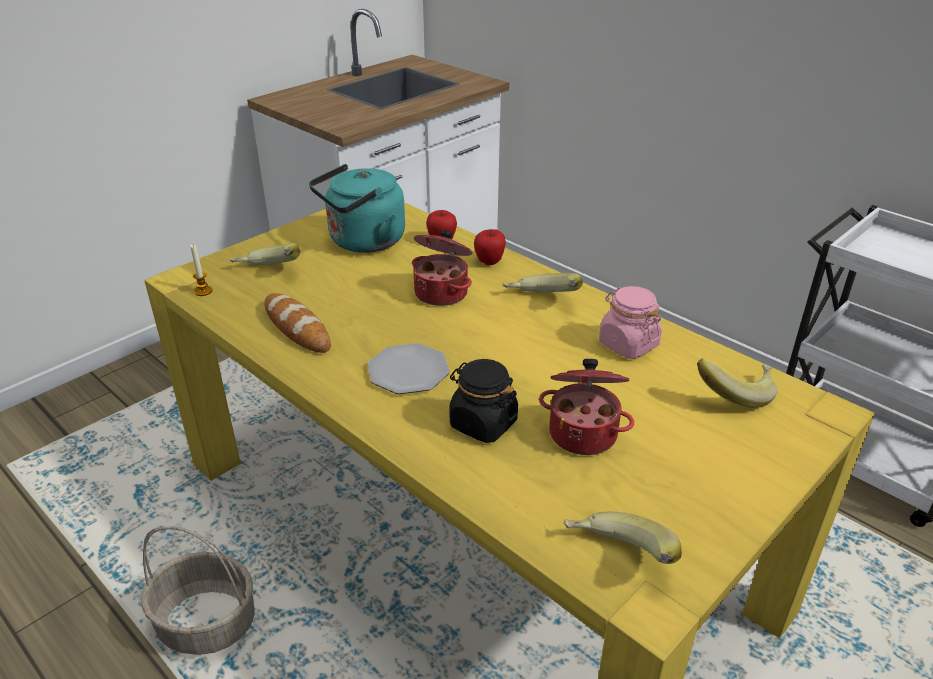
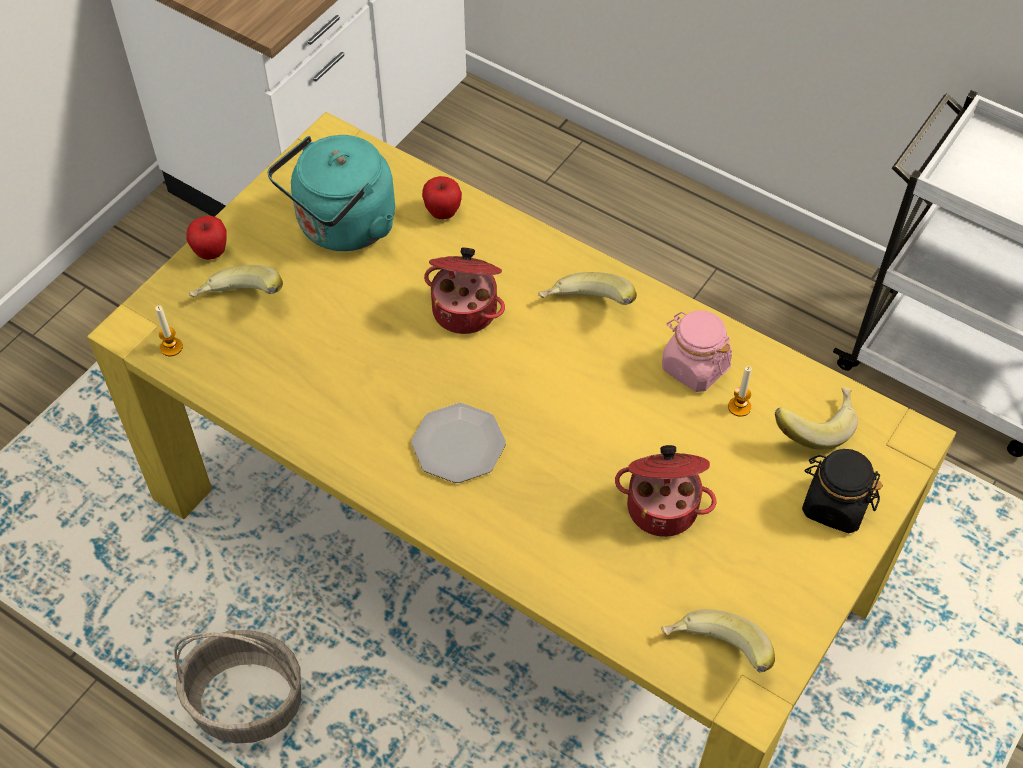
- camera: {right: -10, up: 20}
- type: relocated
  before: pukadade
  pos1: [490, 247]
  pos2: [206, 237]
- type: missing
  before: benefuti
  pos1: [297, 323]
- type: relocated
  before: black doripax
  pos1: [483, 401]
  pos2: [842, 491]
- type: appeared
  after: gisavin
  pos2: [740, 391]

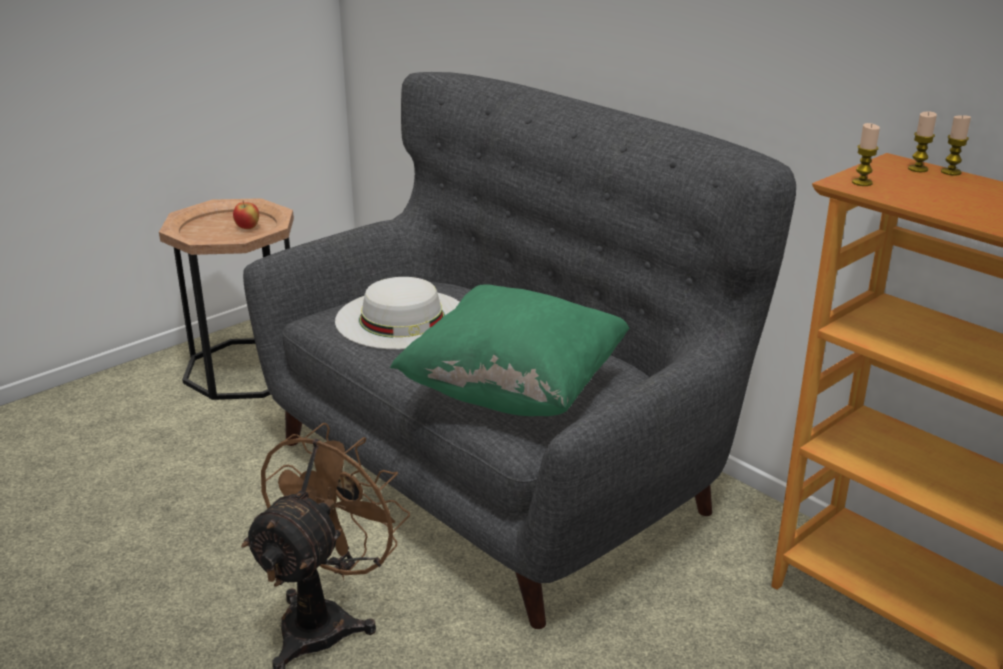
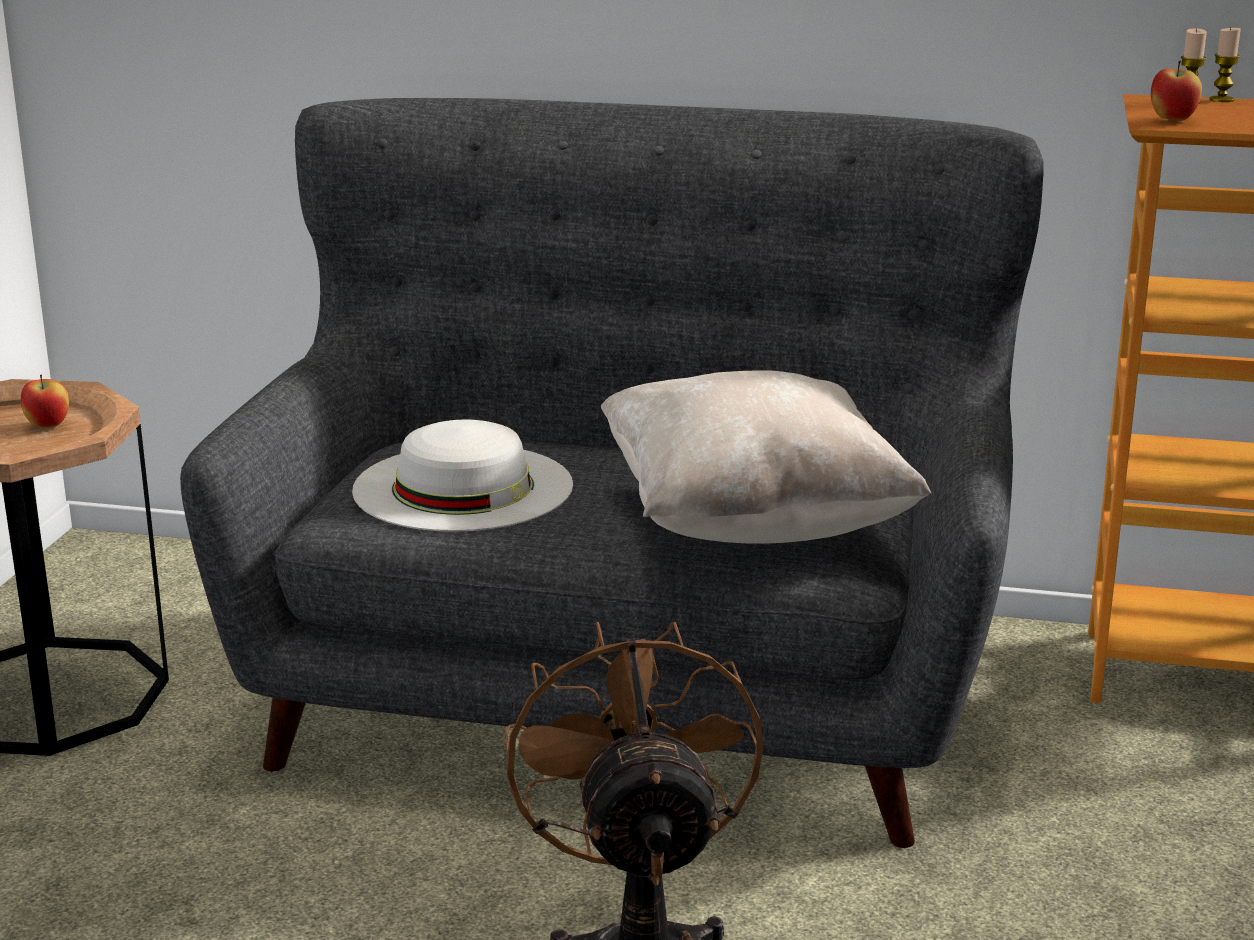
- camera: {right: -35, up: -5}
- type: exchanged
  before: gisavin
  after: pukadade
  pos1: [866, 154]
  pos2: [1176, 91]
- type: colour
  before: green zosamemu
  after: beige zosamemu
  pos1: [509, 350]
  pos2: [766, 457]

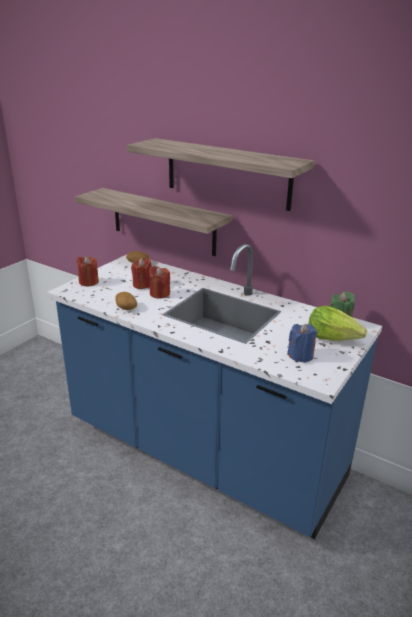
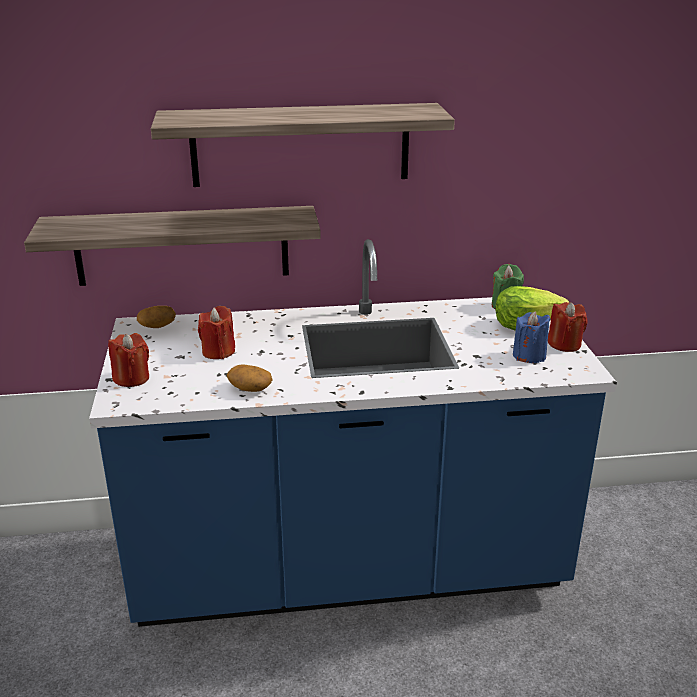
- camera: {right: -40, up: 0}
- type: relocated
  before: red gisavin
  pos1: [159, 282]
  pos2: [567, 327]

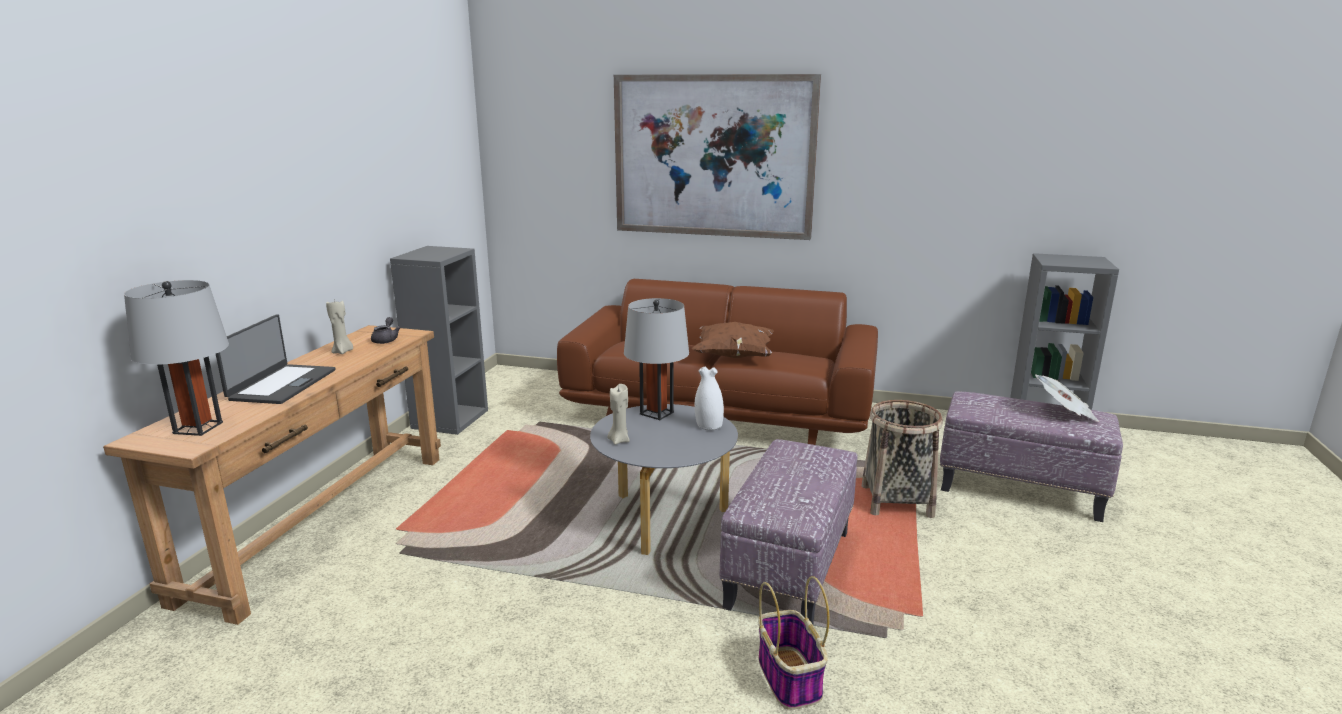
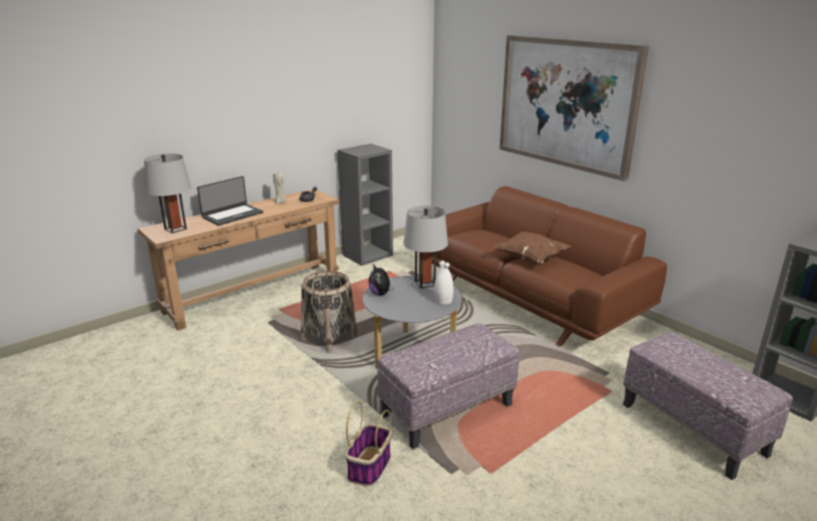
- camera: {right: 35, up: 5}
- type: missing
  before: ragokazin
  pos1: [1067, 398]
- type: exchanged
  before: beige gisavin
  after: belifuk
  pos1: [618, 414]
  pos2: [381, 280]
- type: relocated
  before: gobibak
  pos1: [902, 459]
  pos2: [329, 312]

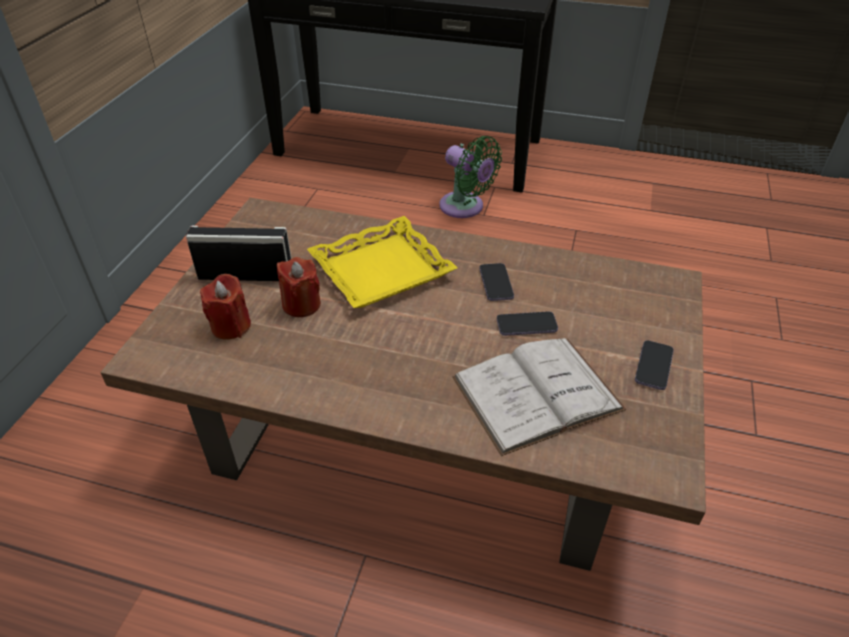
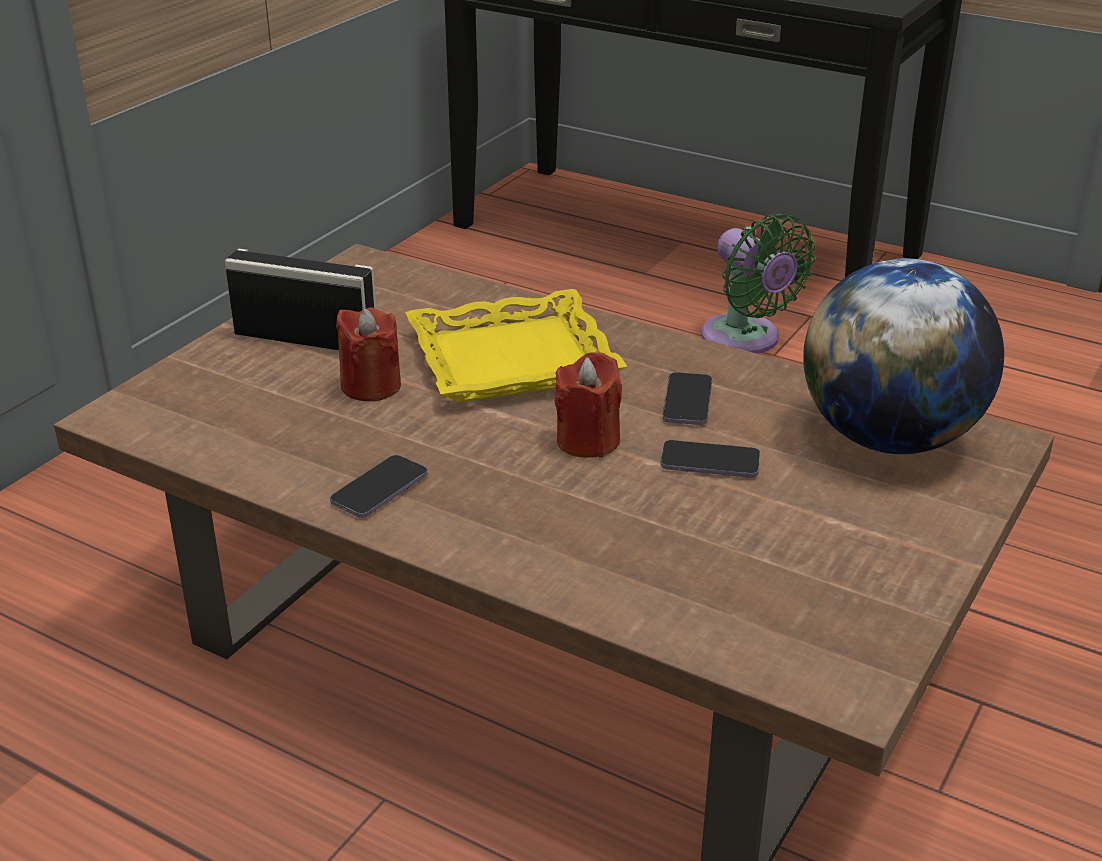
- camera: {right: 15, up: -10}
- type: relocated
  before: red gisavin
  pos1: [225, 307]
  pos2: [588, 405]
- type: missing
  before: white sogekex
  pos1: [539, 397]
- type: relocated
  before: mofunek
  pos1: [654, 365]
  pos2: [378, 486]
- type: appeared
  after: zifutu
  pos2: [903, 356]

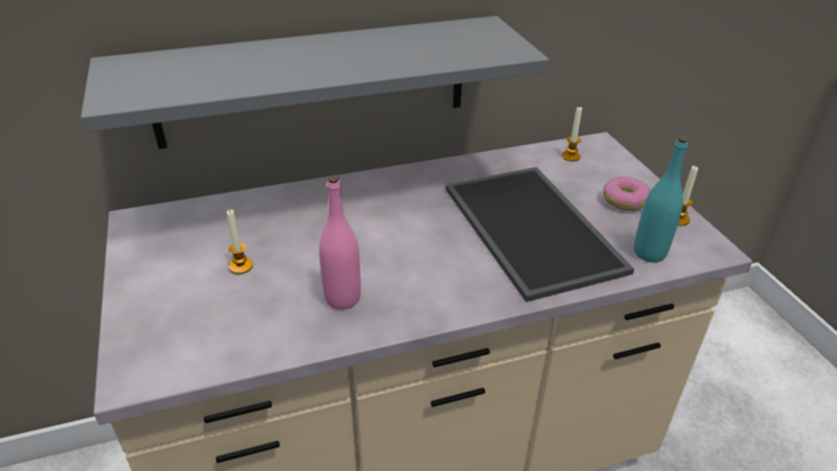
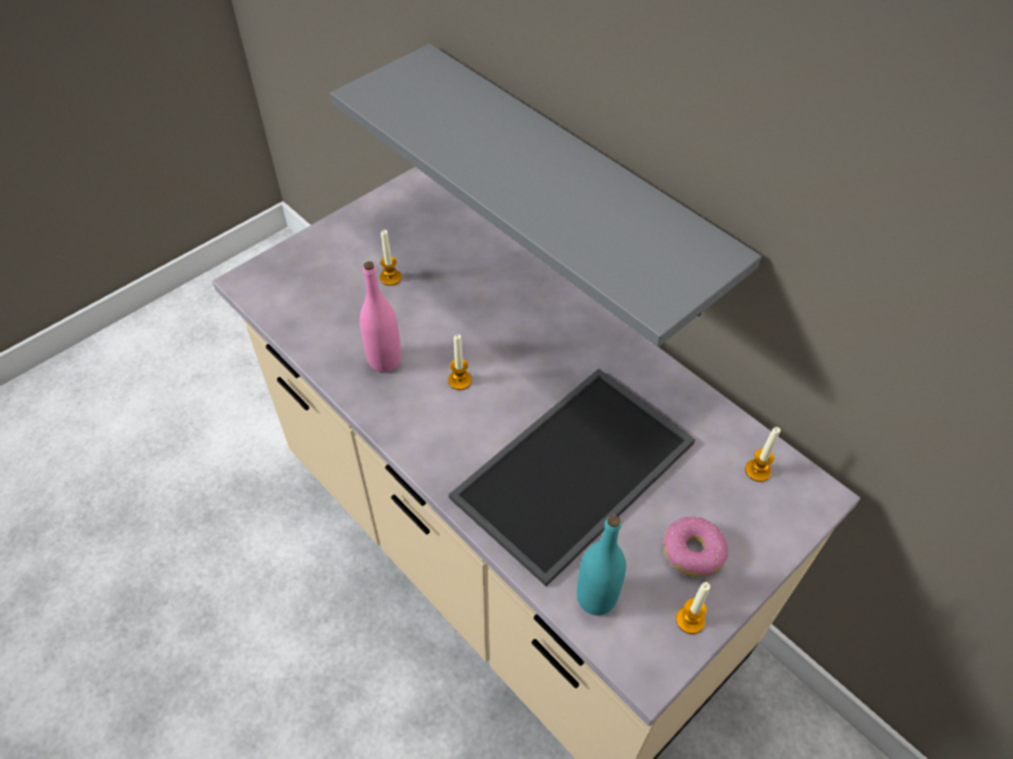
- camera: {right: 65, up: 15}
- type: appeared
  after: gisavin
  pos2: [460, 362]

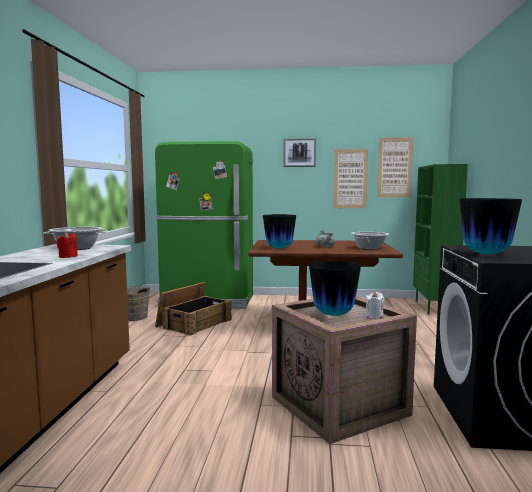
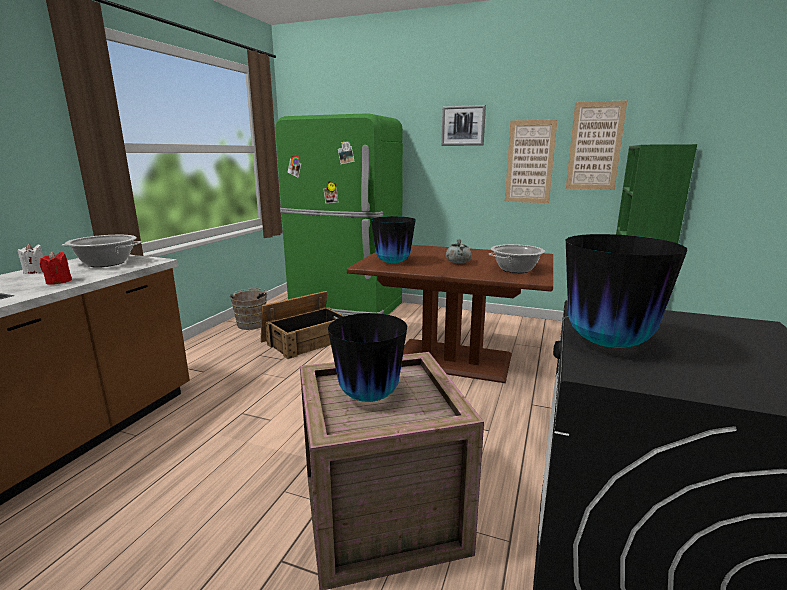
- camera: {right: 15, up: 10}
- type: relocated
  before: white gisavin
  pos1: [375, 305]
  pos2: [31, 258]

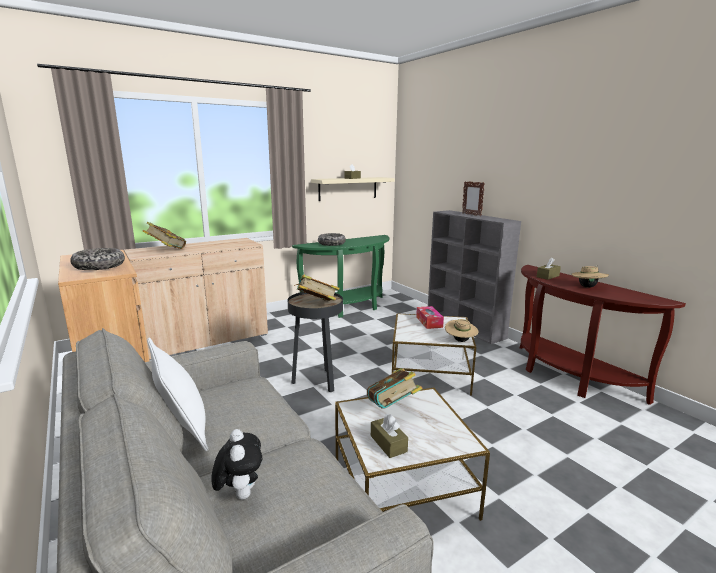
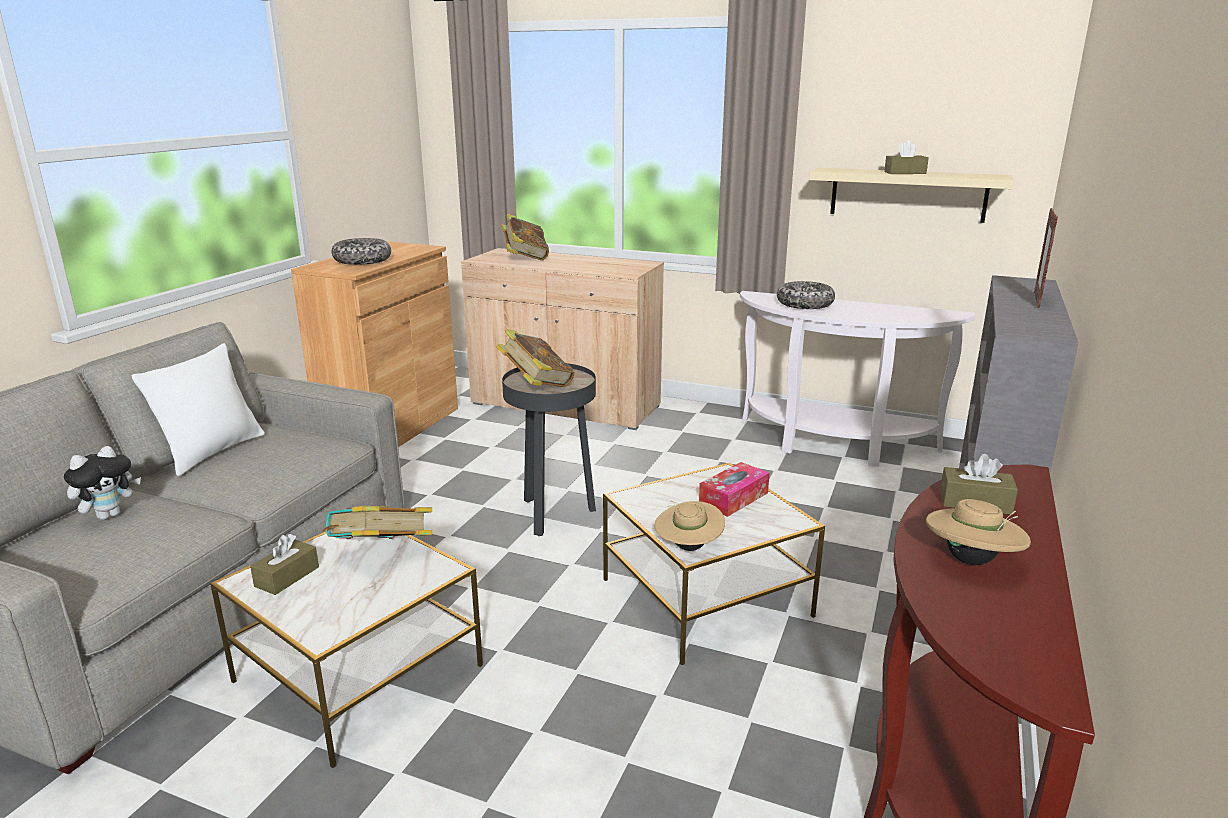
- camera: {right: 55, up: 5}
- type: colour
  before: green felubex
  after: white felubex
  pos1: [340, 276]
  pos2: [857, 379]

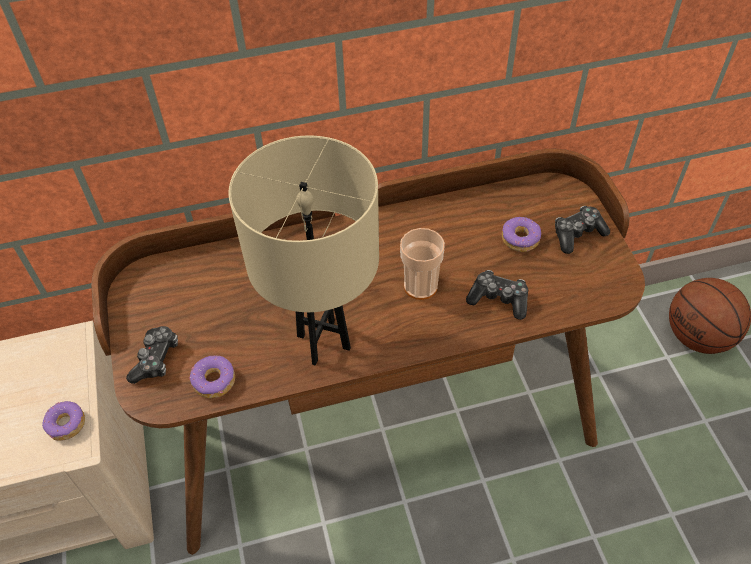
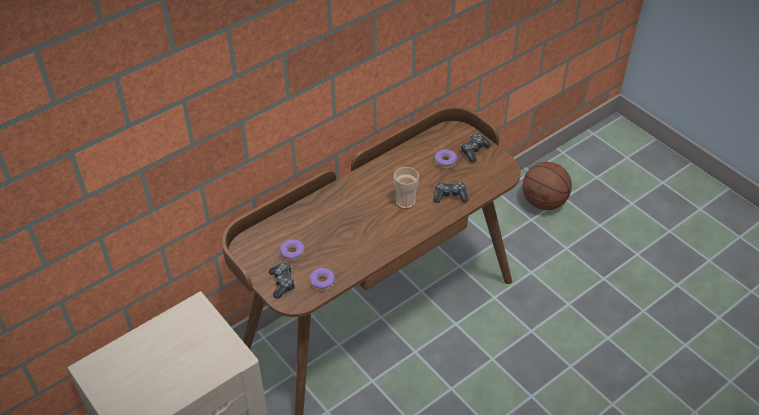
- camera: {right: -25, up: -5}
- type: missing
  before: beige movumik
  pos1: [304, 251]
- type: relocated
  before: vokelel
  pos1: [63, 421]
  pos2: [292, 250]

